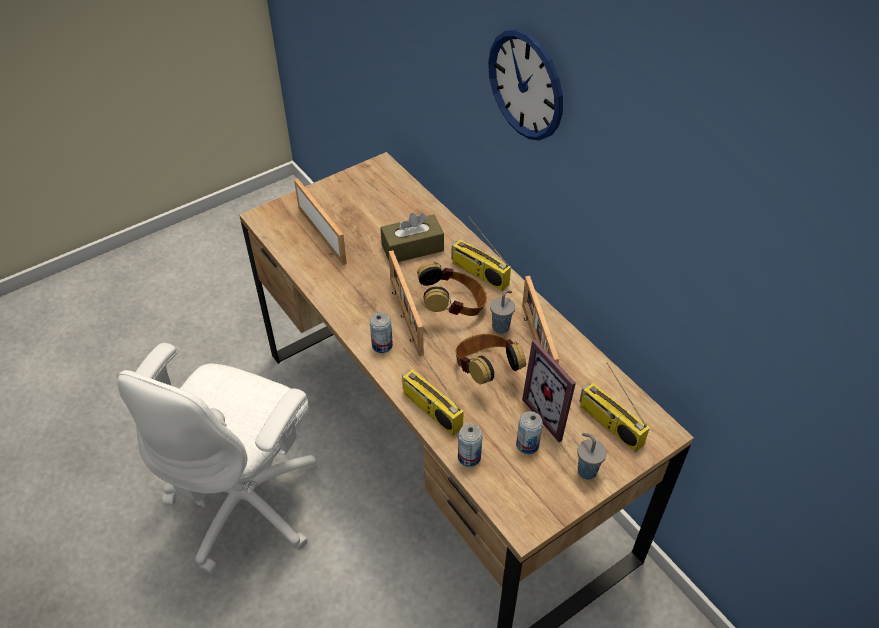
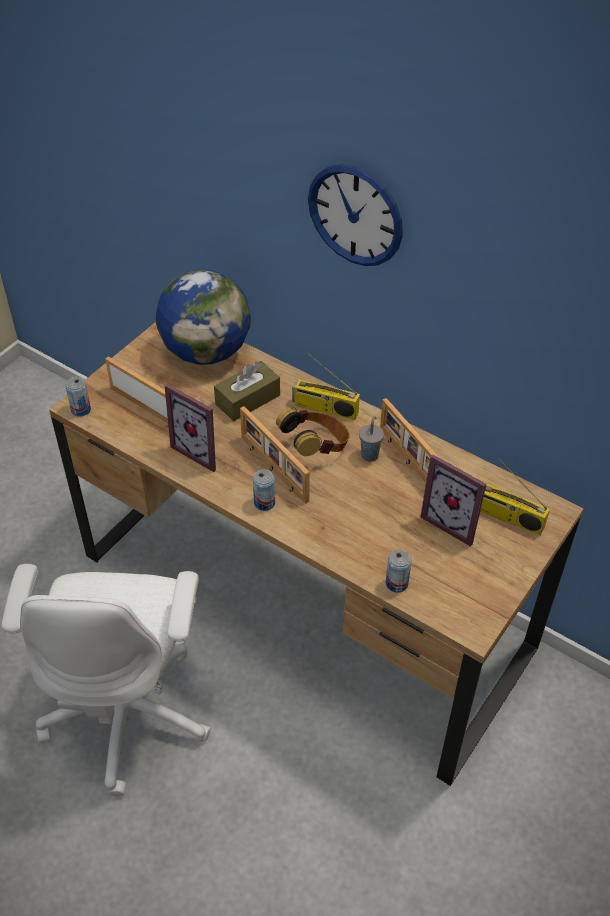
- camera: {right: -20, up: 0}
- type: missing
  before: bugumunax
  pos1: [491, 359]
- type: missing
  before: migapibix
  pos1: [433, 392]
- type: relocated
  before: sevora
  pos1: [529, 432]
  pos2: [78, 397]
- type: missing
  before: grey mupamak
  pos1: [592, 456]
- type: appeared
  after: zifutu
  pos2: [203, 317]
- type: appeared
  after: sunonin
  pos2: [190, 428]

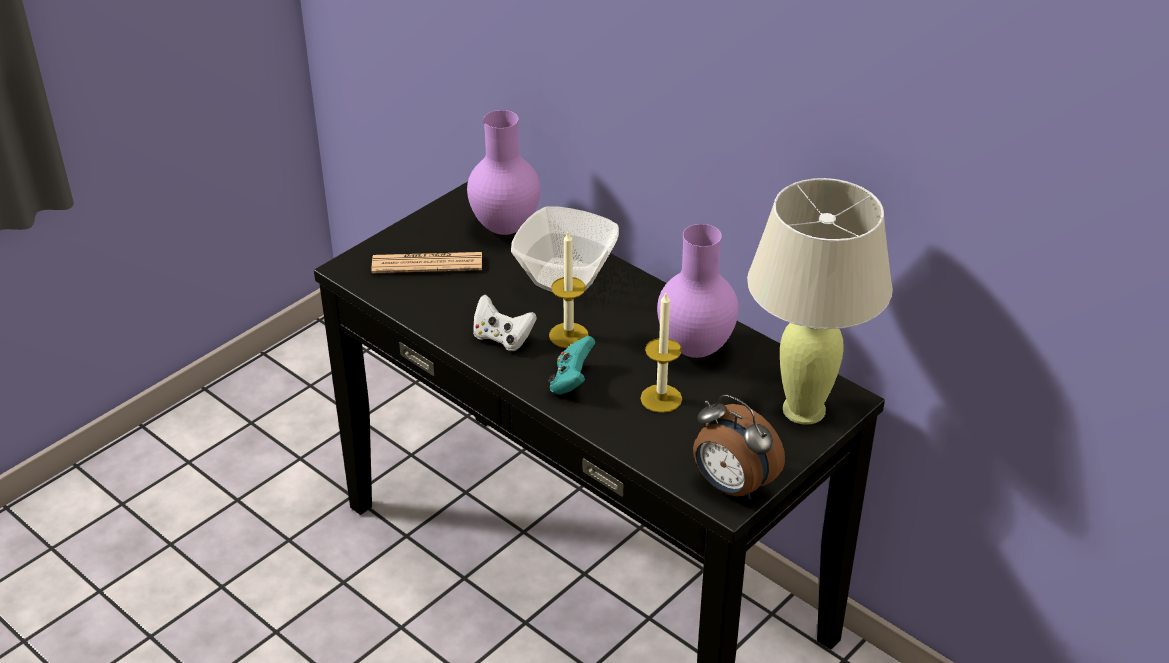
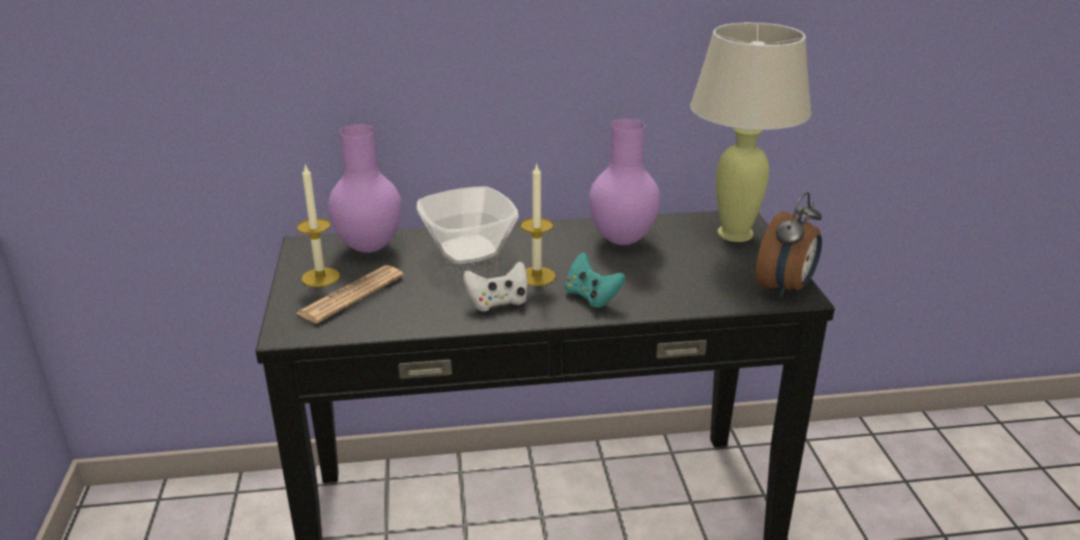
- camera: {right: -50, up: -10}
- type: relocated
  before: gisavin
  pos1: [661, 353]
  pos2: [318, 225]
- type: spun
  before: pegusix
  pos1: [739, 447]
  pos2: [789, 244]
  turn: -45

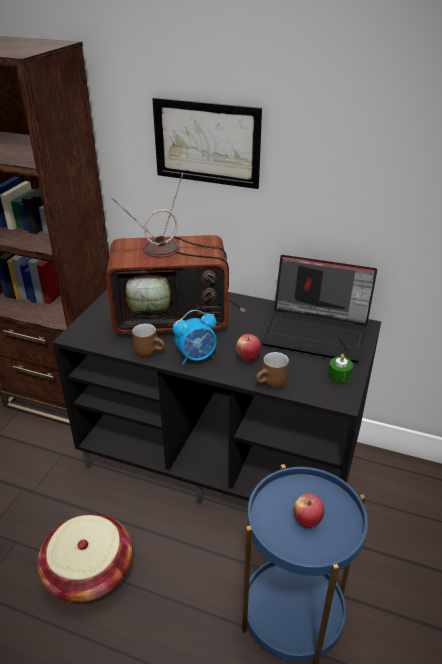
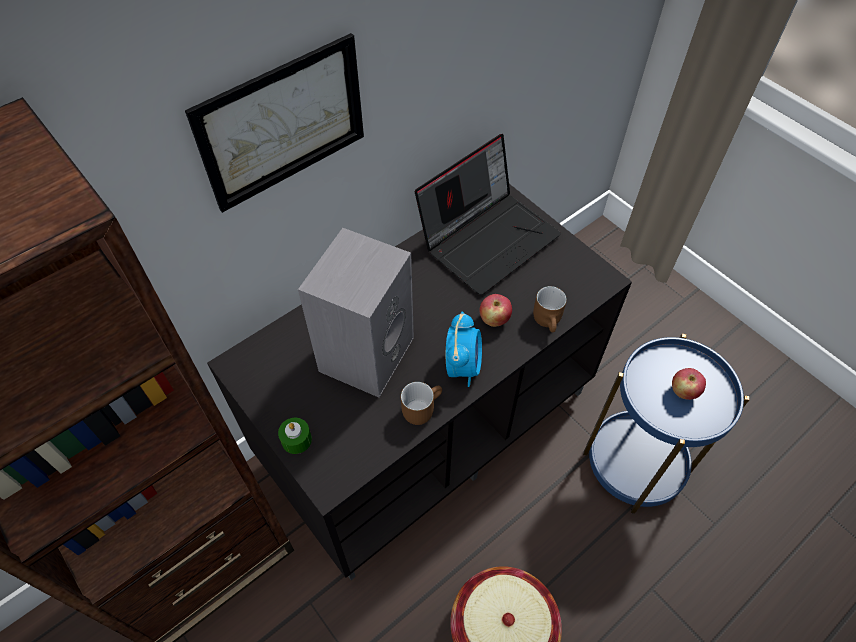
- camera: {right: -60, up: 20}
- type: exchanged
  before: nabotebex
  after: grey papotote
  pos1: [176, 254]
  pos2: [356, 312]
- type: relocated
  before: green gisavin
  pos1: [340, 368]
  pos2: [295, 436]

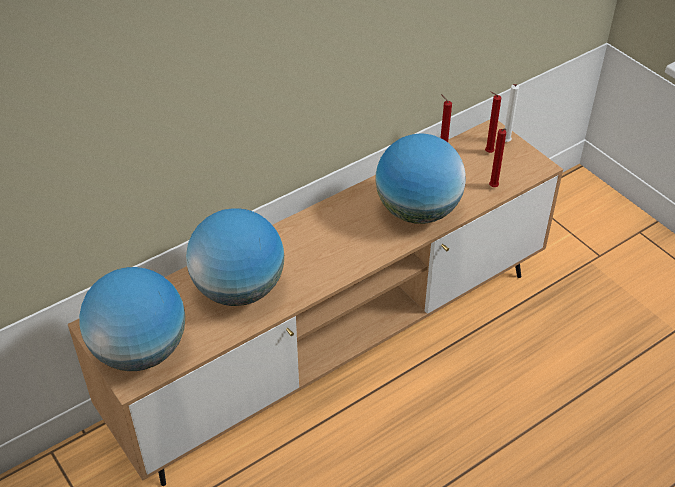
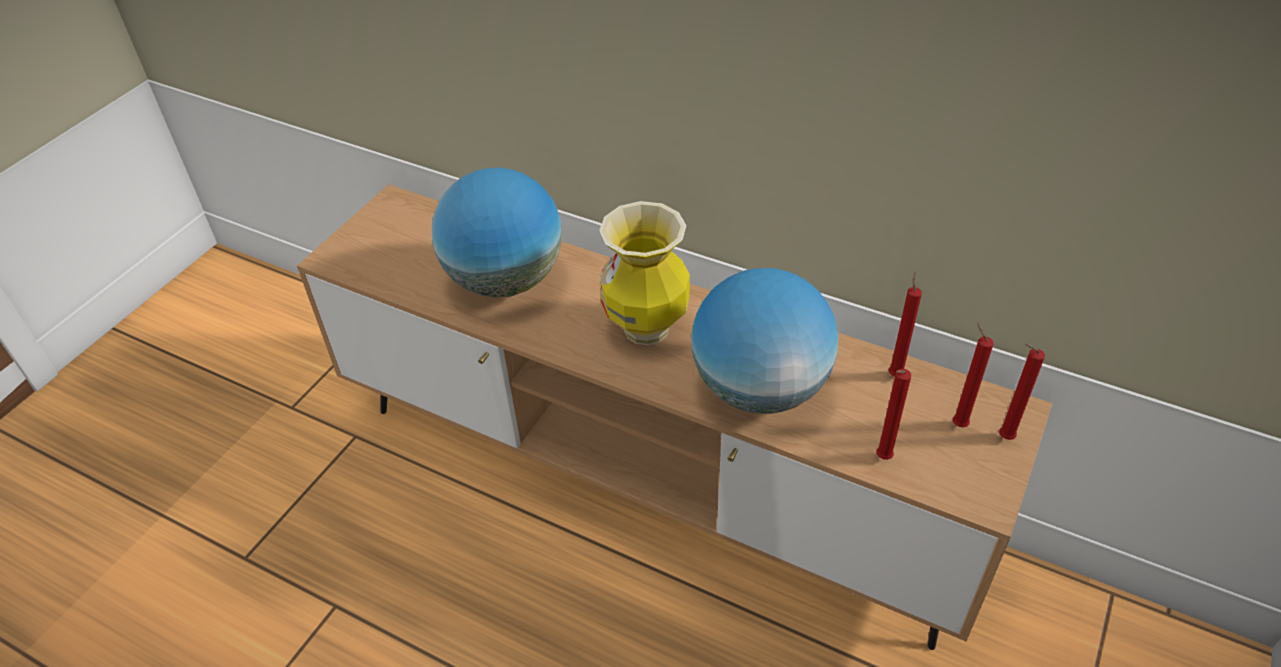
- camera: {right: 65, up: 0}
- type: colour
  before: white gisavin
  after: red gisavin
  pos1: [512, 113]
  pos2: [1022, 392]
- type: missing
  before: zifutu
  pos1: [132, 319]
- type: appeared
  after: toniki
  pos2: [644, 273]

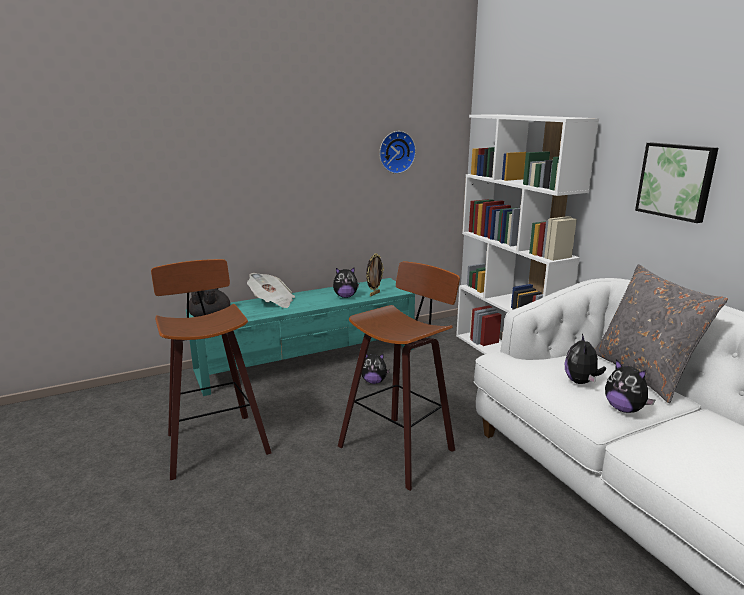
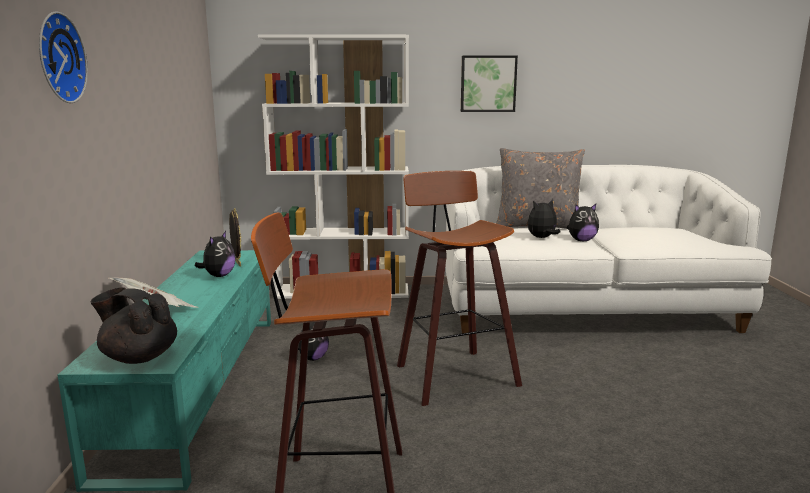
- camera: {right: -65, up: -5}
- type: relocated
  before: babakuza
  pos1: [397, 152]
  pos2: [63, 57]
- type: spun
  before: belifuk
  pos1: [585, 359]
  pos2: [544, 218]
  turn: 120

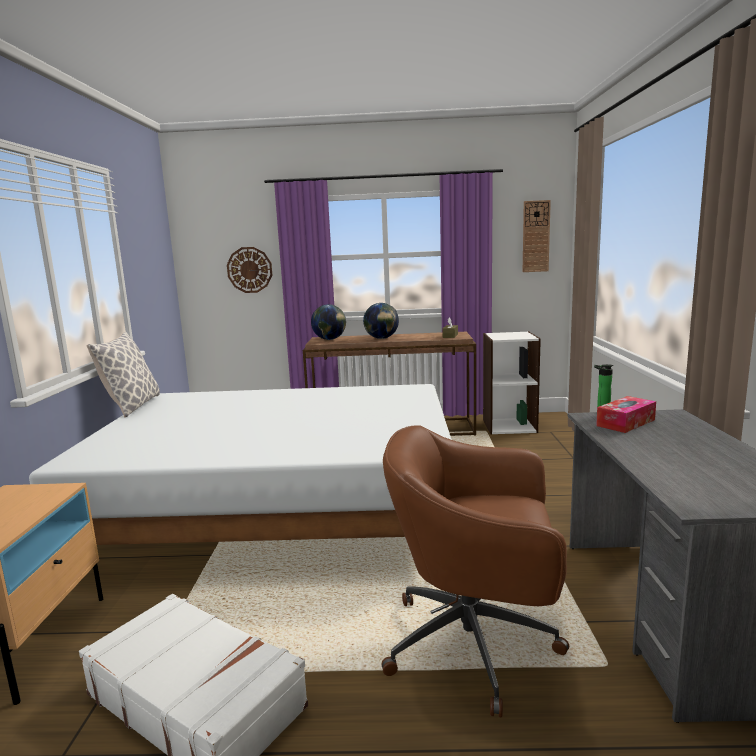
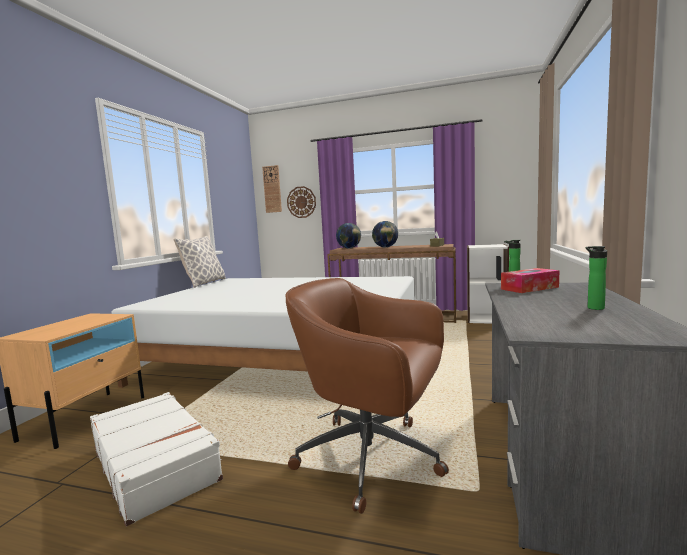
- camera: {right: 15, up: -5}
- type: relocated
  before: babakuza
  pos1: [537, 236]
  pos2: [272, 189]
- type: appeared
  after: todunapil
  pos2: [596, 278]

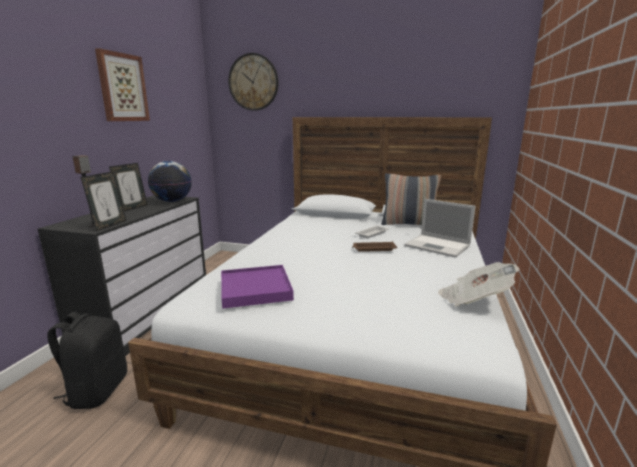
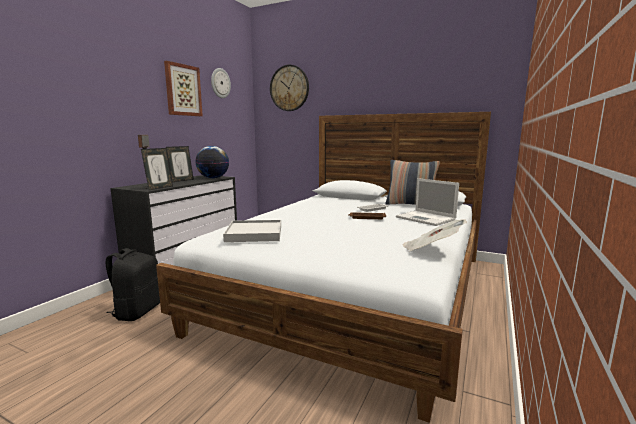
- camera: {right: 10, up: -5}
- type: colour
  before: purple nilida
  after: white nilida
  pos1: [257, 287]
  pos2: [252, 231]
- type: appeared
  after: babakuza
  pos2: [221, 83]

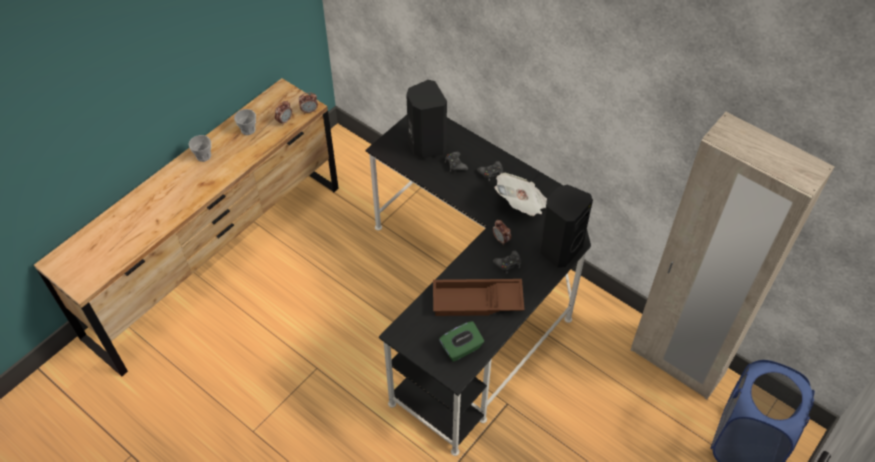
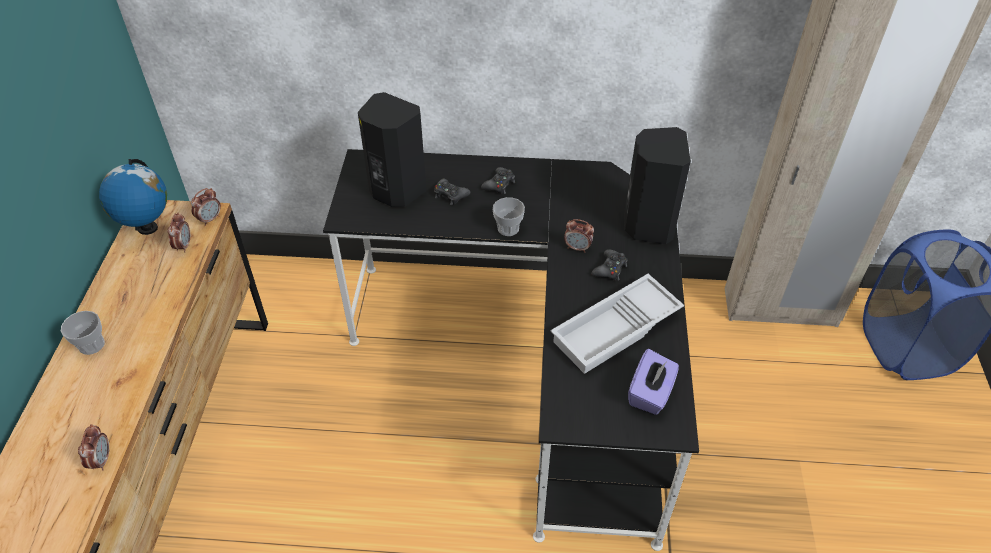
- camera: {right: -35, up: -5}
- type: relocated
  before: mupamak
  pos1: [245, 122]
  pos2: [509, 216]
- type: missing
  before: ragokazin
  pos1: [520, 194]
- type: colour
  before: brown nilida
  after: white nilida
  pos1: [478, 297]
  pos2: [617, 324]
- type: colour
  before: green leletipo
  after: purple leletipo
  pos1: [461, 341]
  pos2: [653, 382]
- type: appeared
  after: zifutu
  pos2: [133, 197]
- type: appeared
  after: pegusix
  pos2: [94, 447]

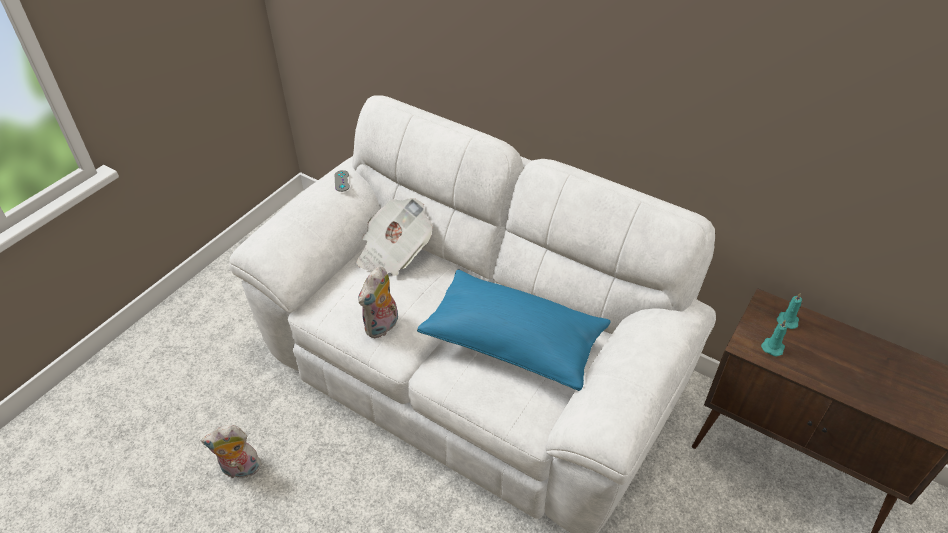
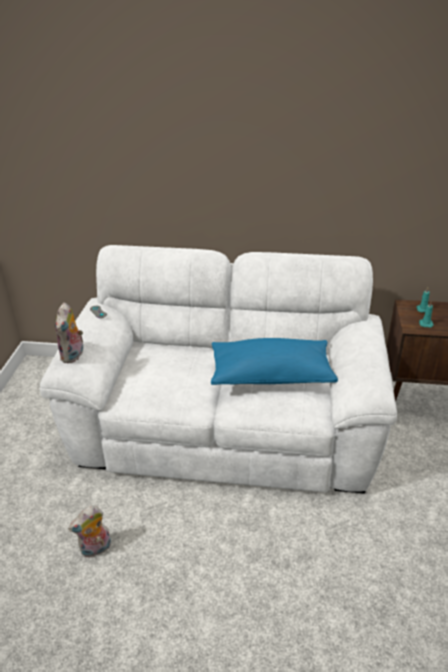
- camera: {right: -25, up: -10}
- type: missing
  before: ragokazin
  pos1: [394, 237]
- type: relocated
  before: belifuk
  pos1: [378, 302]
  pos2: [69, 333]

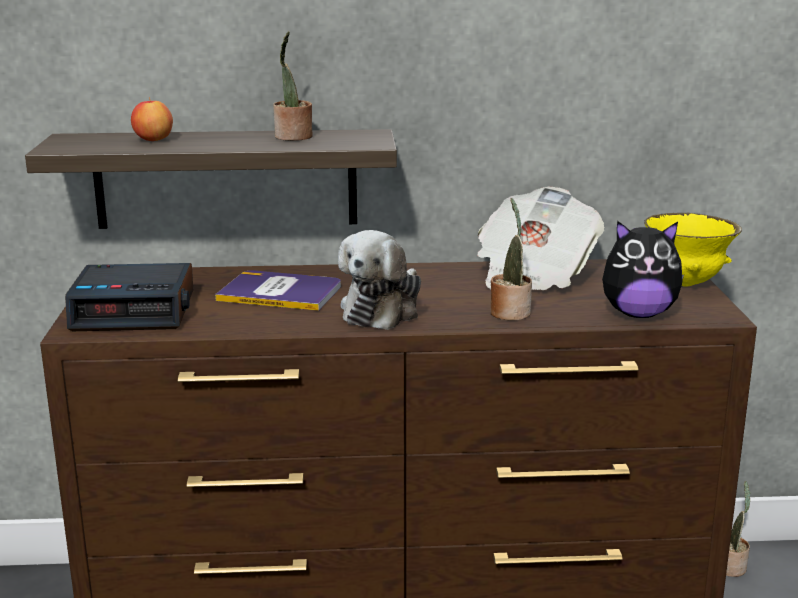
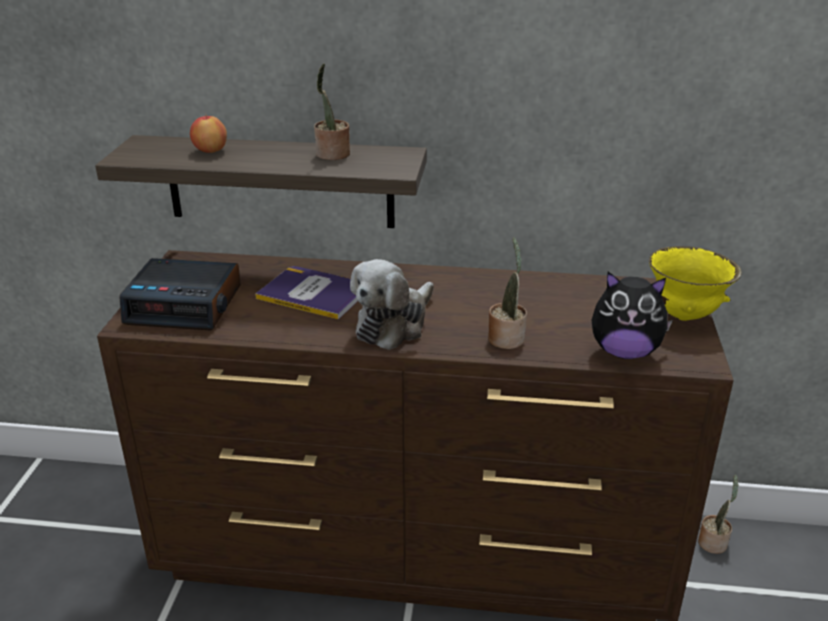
- camera: {right: 10, up: 10}
- type: missing
  before: ragokazin
  pos1: [541, 238]

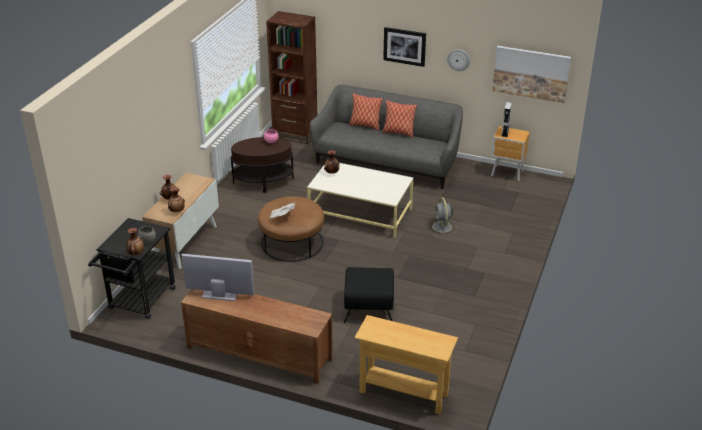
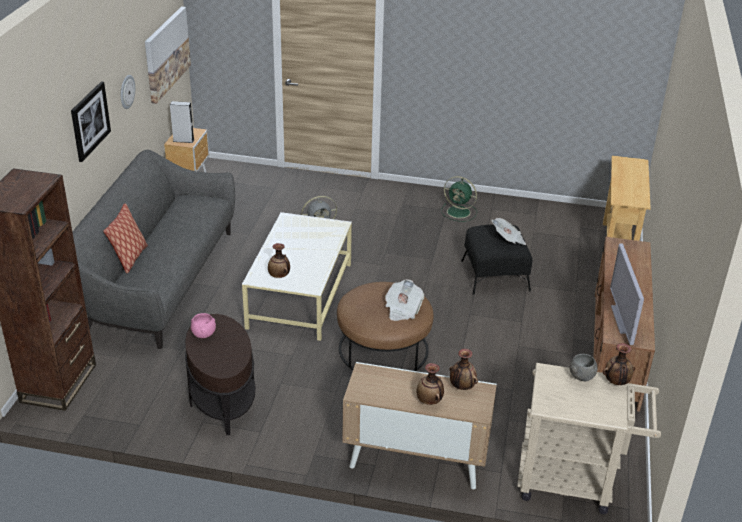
- camera: {right: -100, up: 0}
- type: missing
  before: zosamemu
  pos1: [399, 119]
- type: colour
  before: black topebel
  after: beige topebel
  pos1: [132, 268]
  pos2: [589, 438]
- type: appeared
  after: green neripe
  pos2: [459, 199]
- type: appeared
  after: ragokazin
  pos2: [508, 231]

